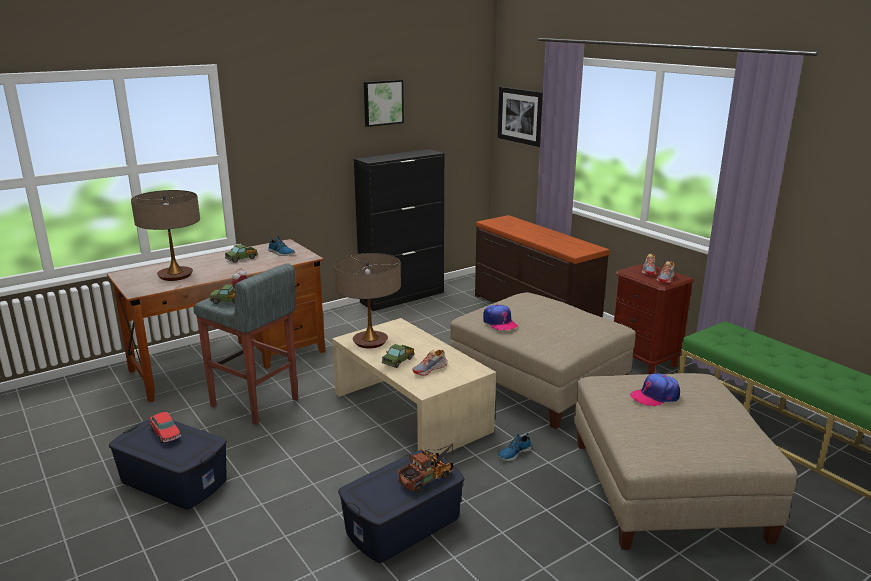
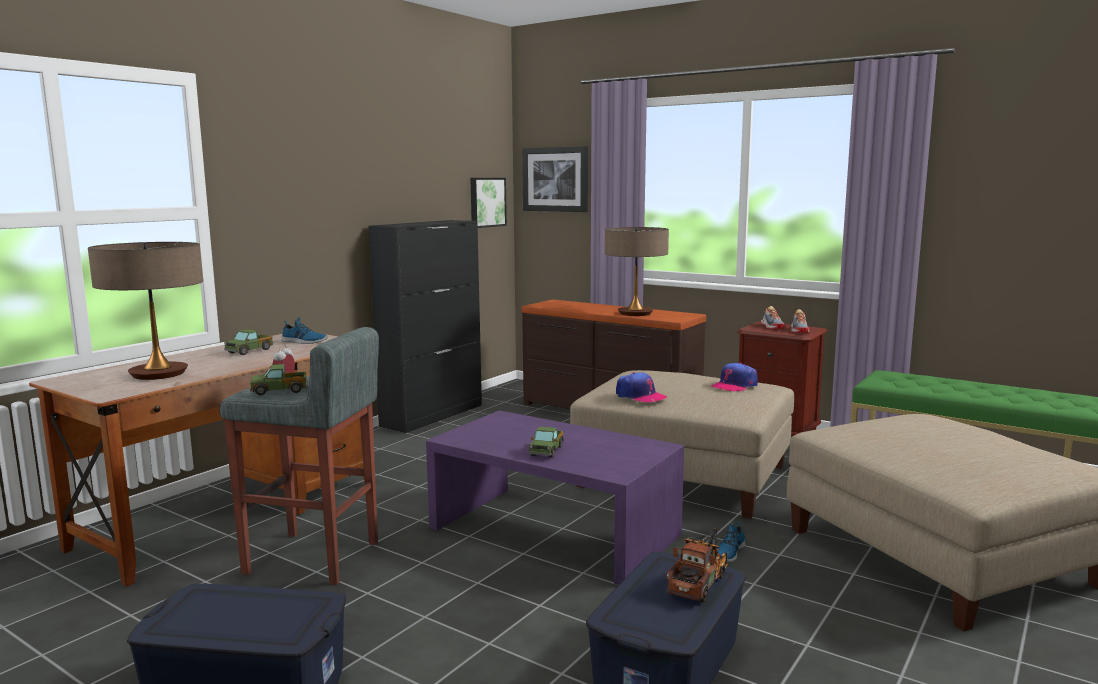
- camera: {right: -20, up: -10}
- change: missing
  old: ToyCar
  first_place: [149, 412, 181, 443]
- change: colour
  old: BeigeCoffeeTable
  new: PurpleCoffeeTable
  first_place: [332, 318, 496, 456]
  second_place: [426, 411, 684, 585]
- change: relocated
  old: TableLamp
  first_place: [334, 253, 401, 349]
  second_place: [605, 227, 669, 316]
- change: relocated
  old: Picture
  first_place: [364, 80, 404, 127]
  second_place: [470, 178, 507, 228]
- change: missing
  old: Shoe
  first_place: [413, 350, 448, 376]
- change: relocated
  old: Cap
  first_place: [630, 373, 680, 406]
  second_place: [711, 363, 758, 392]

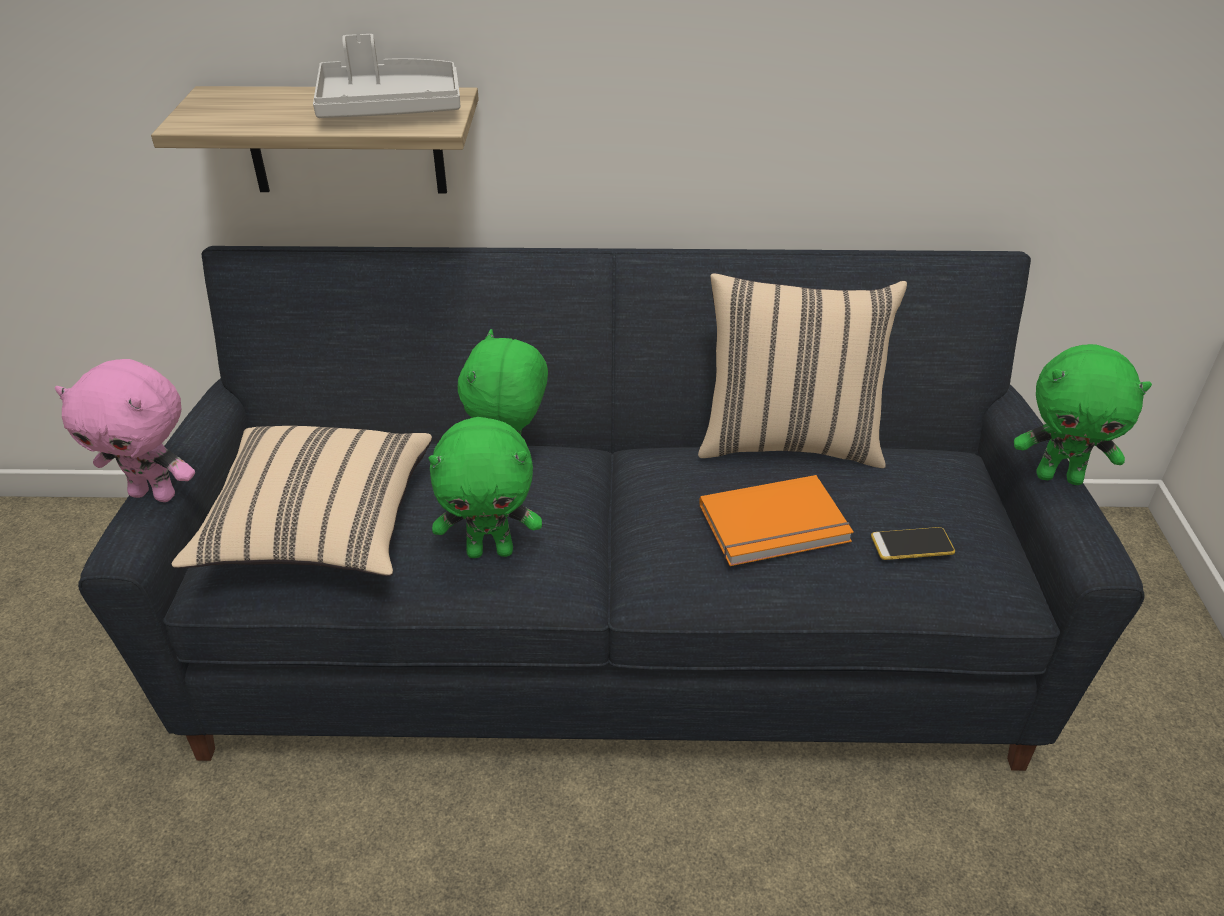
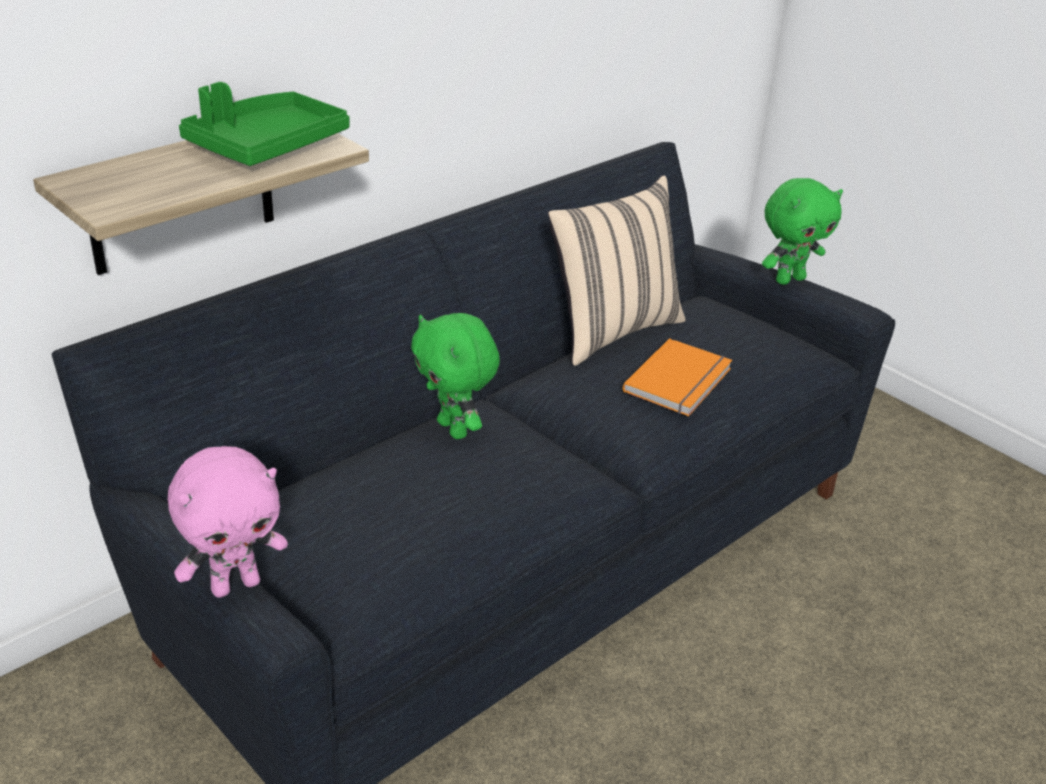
- camera: {right: -45, up: -5}
- change: missing
  old: BeigePillow
  first_place: [171, 426, 432, 576]
- change: colour
  old: GreyTray
  new: GreenTray
  first_place: [313, 34, 460, 118]
  second_place: [179, 82, 349, 166]
- change: missing
  old: GreenPlushToy
  first_place: [429, 417, 542, 558]
- change: missing
  old: Phone
  first_place: [871, 527, 955, 560]

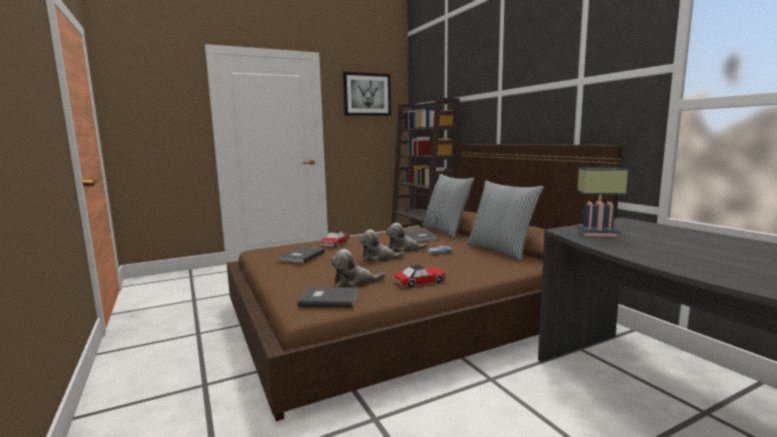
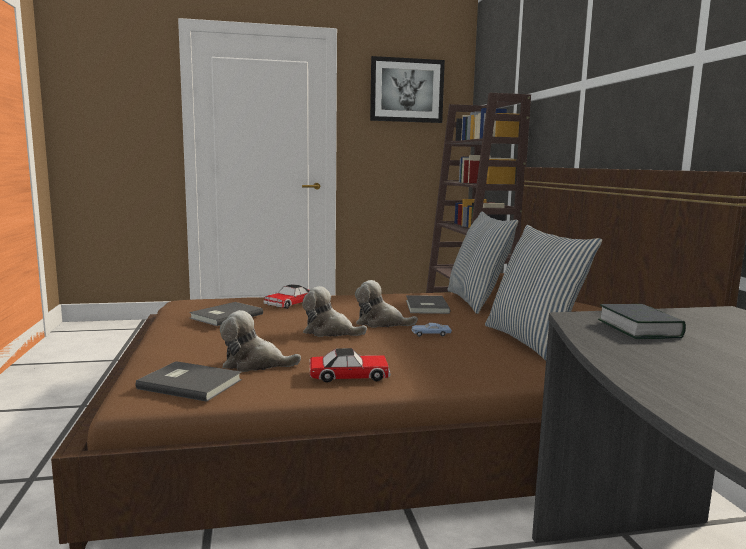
- camera: {right: 15, up: 0}
- change: exchanged
  old: TableLamp
  new: Book
  first_place: [576, 167, 628, 237]
  second_place: [598, 304, 686, 339]

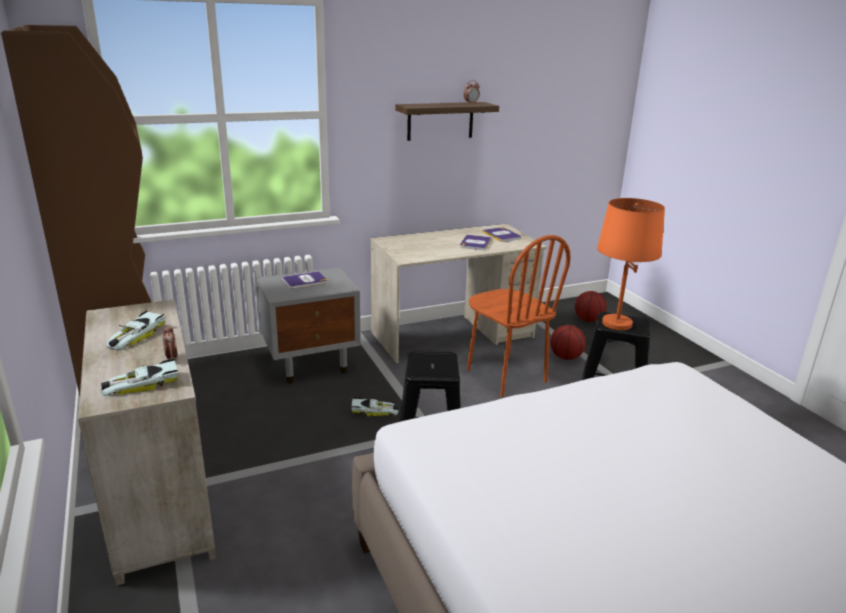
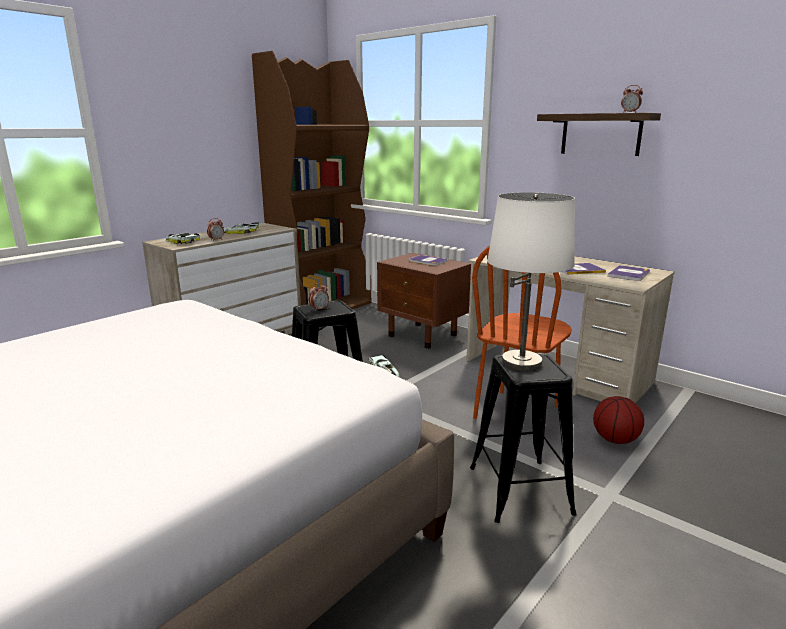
- camera: {right: 65, up: -5}
- change: colour
  old: GreyNightstand
  new: BrownNightstand
  first_place: [256, 268, 361, 383]
  second_place: [377, 253, 471, 349]
- change: missing
  old: Basketball
  first_place: [575, 291, 607, 322]
- change: colour
  old: OrangeTableLamp
  new: WhiteTableLamp
  first_place: [597, 198, 665, 330]
  second_place: [487, 192, 575, 371]
- change: appeared
  new: AlarmClock
  second_place: [309, 283, 329, 311]

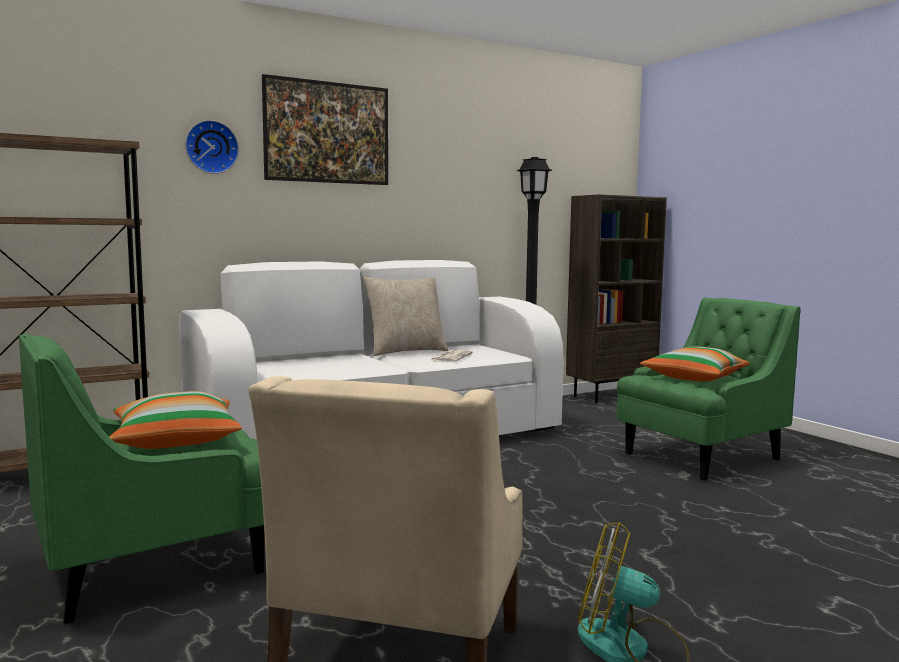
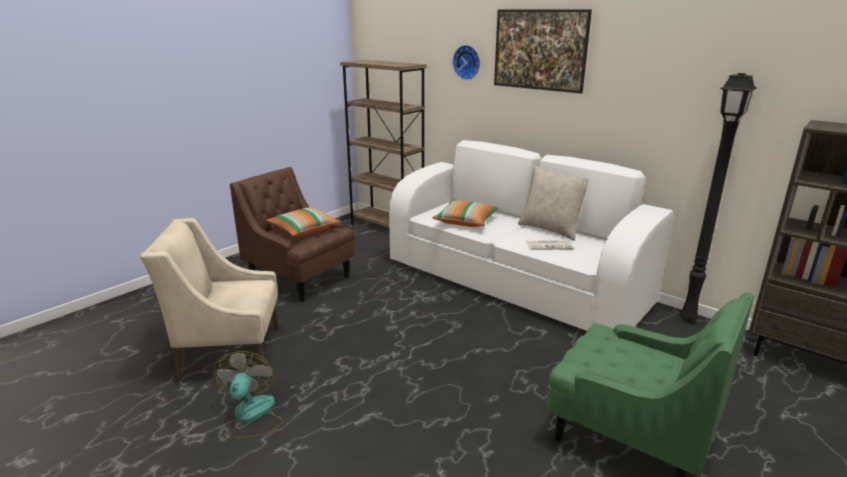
- camera: {right: 70, up: 15}
- change: colour
  old: GreenArmchair
  new: BrownArmchair
  first_place: [19, 334, 264, 624]
  second_place: [230, 167, 355, 302]
- change: relocated
  old: Pillow
  first_place: [640, 347, 750, 382]
  second_place: [432, 201, 499, 227]

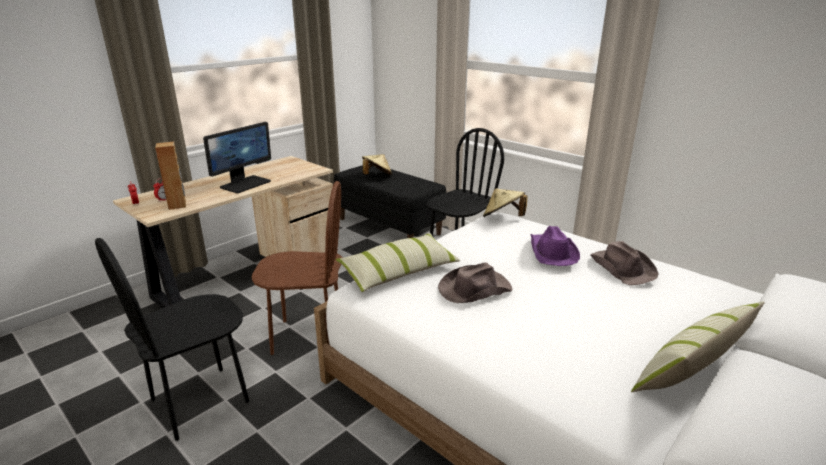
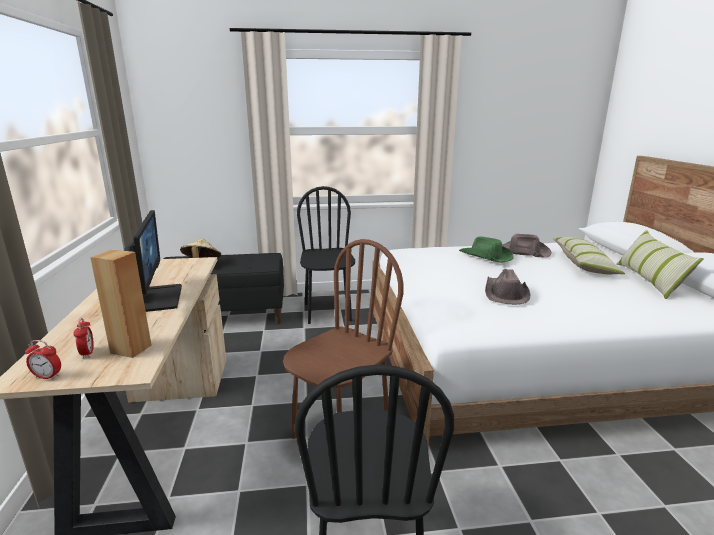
- camera: {right: -50, up: -5}
- change: relocated
  old: Pillow
  first_place: [336, 233, 460, 292]
  second_place: [552, 237, 625, 274]
- change: missing
  old: BeigeHat
  first_place: [483, 188, 528, 217]
- change: colour
  old: PurpleHat
  new: GreenHat
  first_place: [531, 226, 580, 266]
  second_place: [459, 236, 514, 263]

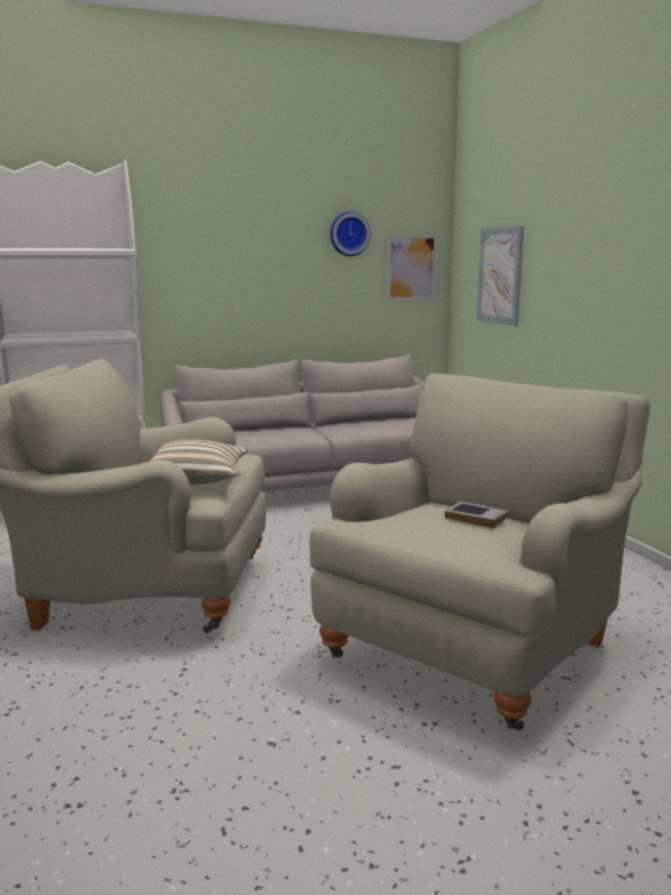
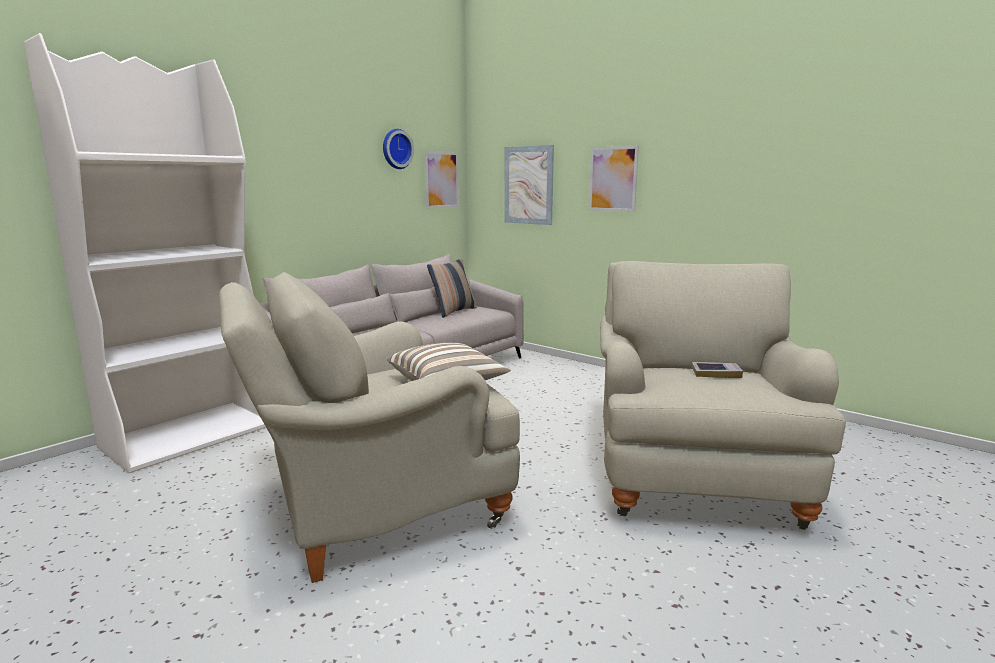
- camera: {right: -30, up: 0}
- change: appeared
  new: Pillow
  second_place: [427, 259, 476, 318]
- change: appeared
  new: Picture
  second_place: [589, 146, 639, 212]

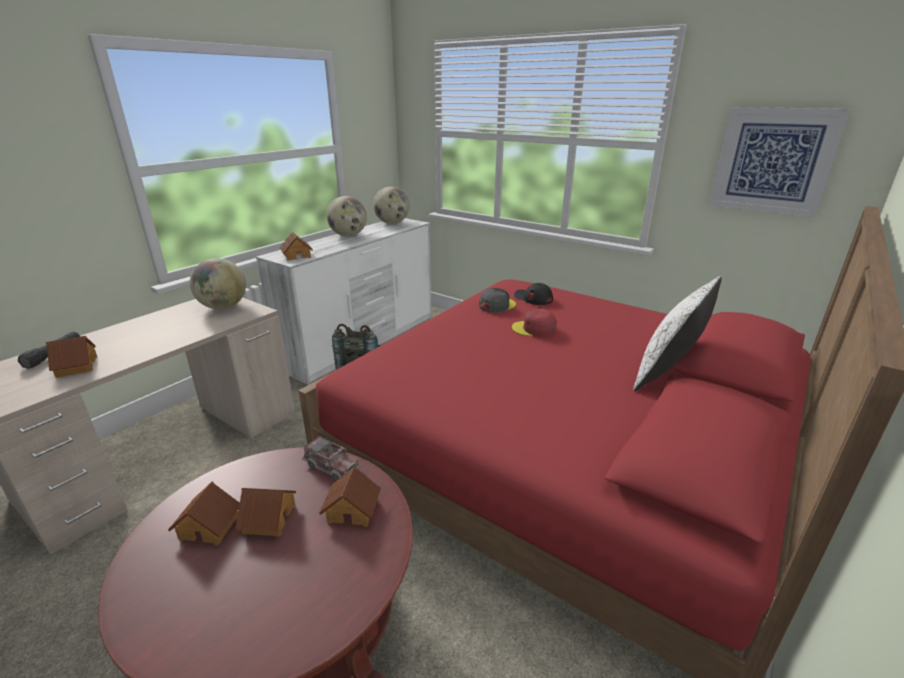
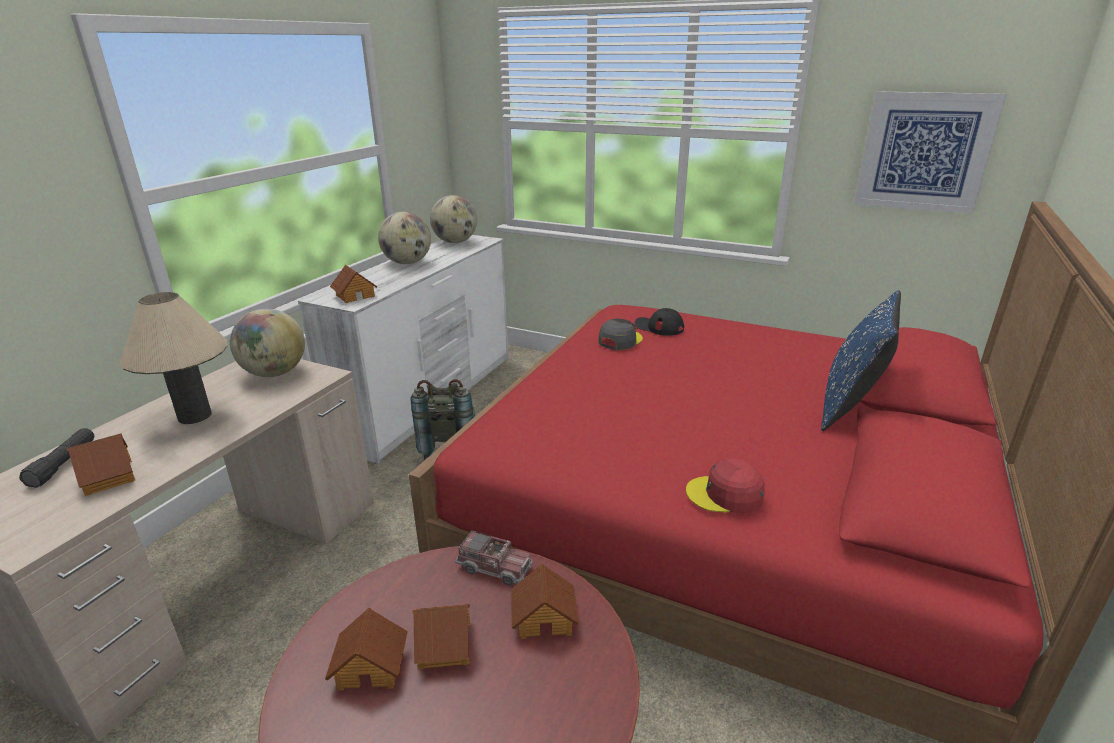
- camera: {right: -10, up: 0}
- change: relocated
  old: RedCap
  first_place: [512, 309, 557, 337]
  second_place: [686, 459, 765, 513]
- change: colour
  old: WhitePillow
  new: BluePillow
  first_place: [633, 276, 722, 391]
  second_place: [821, 290, 901, 431]
- change: appeared
  new: BeigeTableLamp
  second_place: [119, 292, 227, 424]

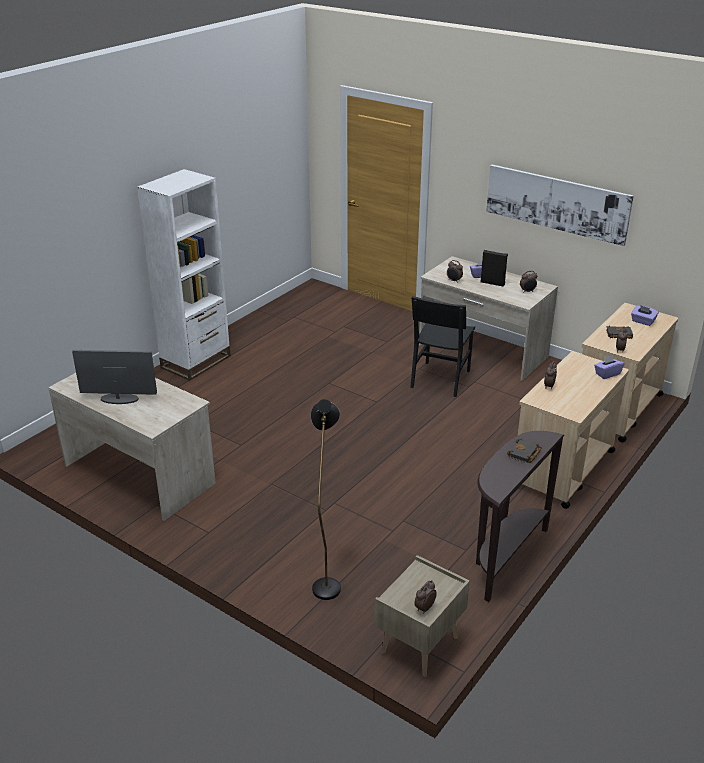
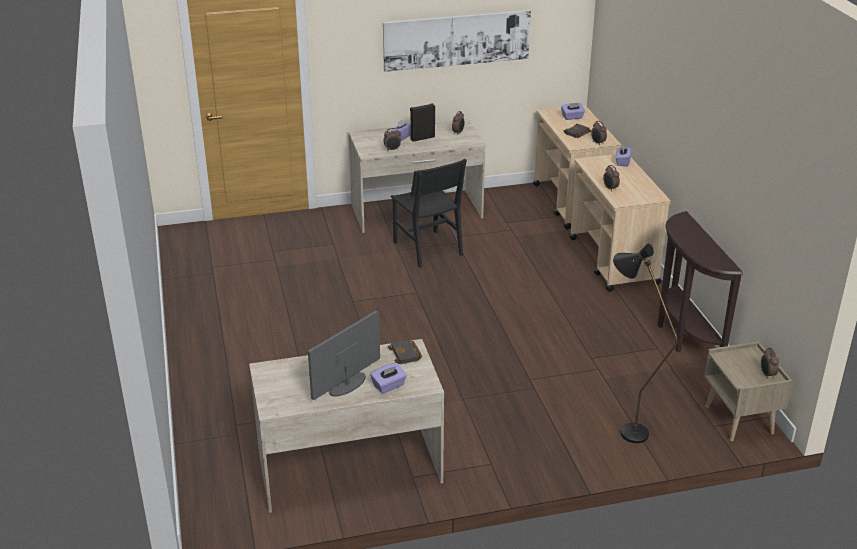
- camera: {right: -50, up: 0}
- change: missing
  old: WhiteBookcase
  first_place: [137, 169, 231, 381]
- change: relocated
  old: BlackBook
  first_place: [507, 438, 542, 463]
  second_place: [388, 340, 422, 364]
- change: appeared
  new: PurpleTissueBox
  second_place: [370, 363, 407, 393]

